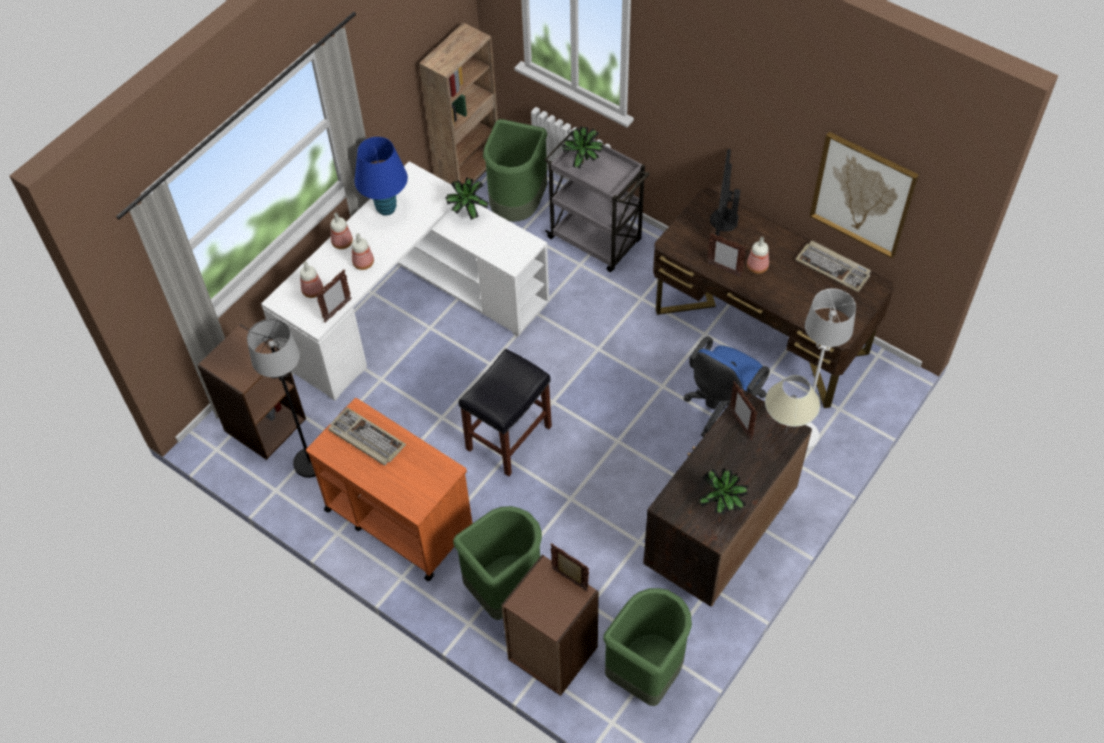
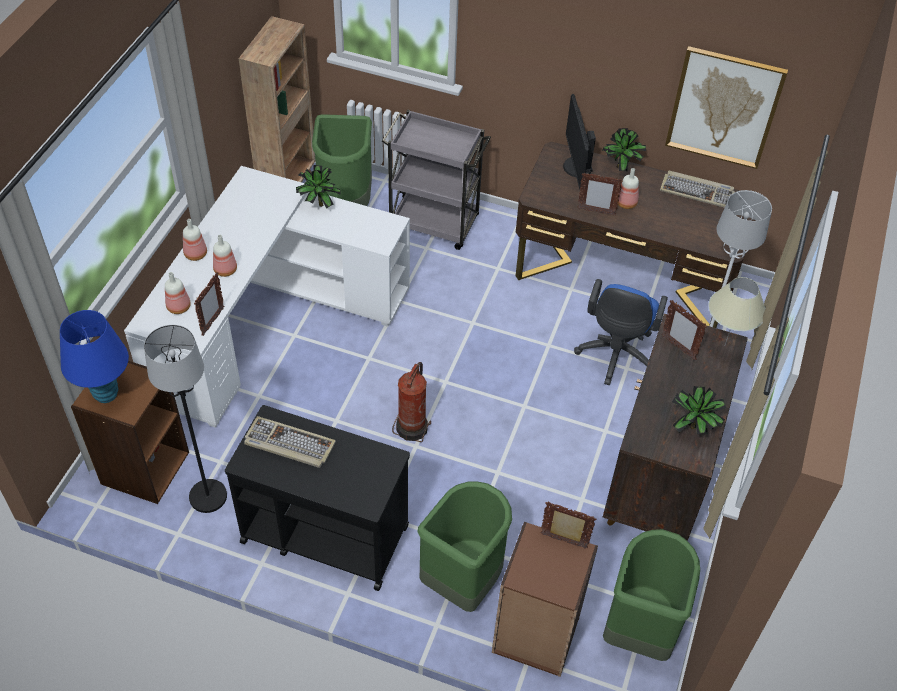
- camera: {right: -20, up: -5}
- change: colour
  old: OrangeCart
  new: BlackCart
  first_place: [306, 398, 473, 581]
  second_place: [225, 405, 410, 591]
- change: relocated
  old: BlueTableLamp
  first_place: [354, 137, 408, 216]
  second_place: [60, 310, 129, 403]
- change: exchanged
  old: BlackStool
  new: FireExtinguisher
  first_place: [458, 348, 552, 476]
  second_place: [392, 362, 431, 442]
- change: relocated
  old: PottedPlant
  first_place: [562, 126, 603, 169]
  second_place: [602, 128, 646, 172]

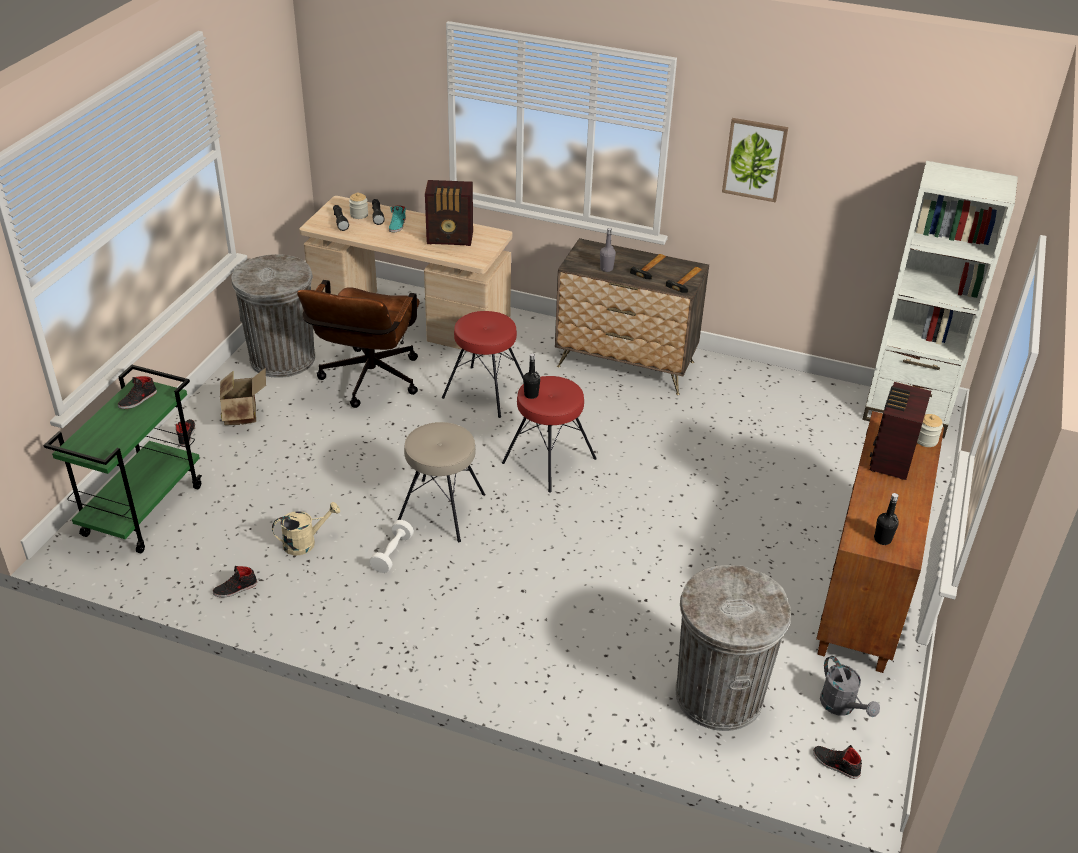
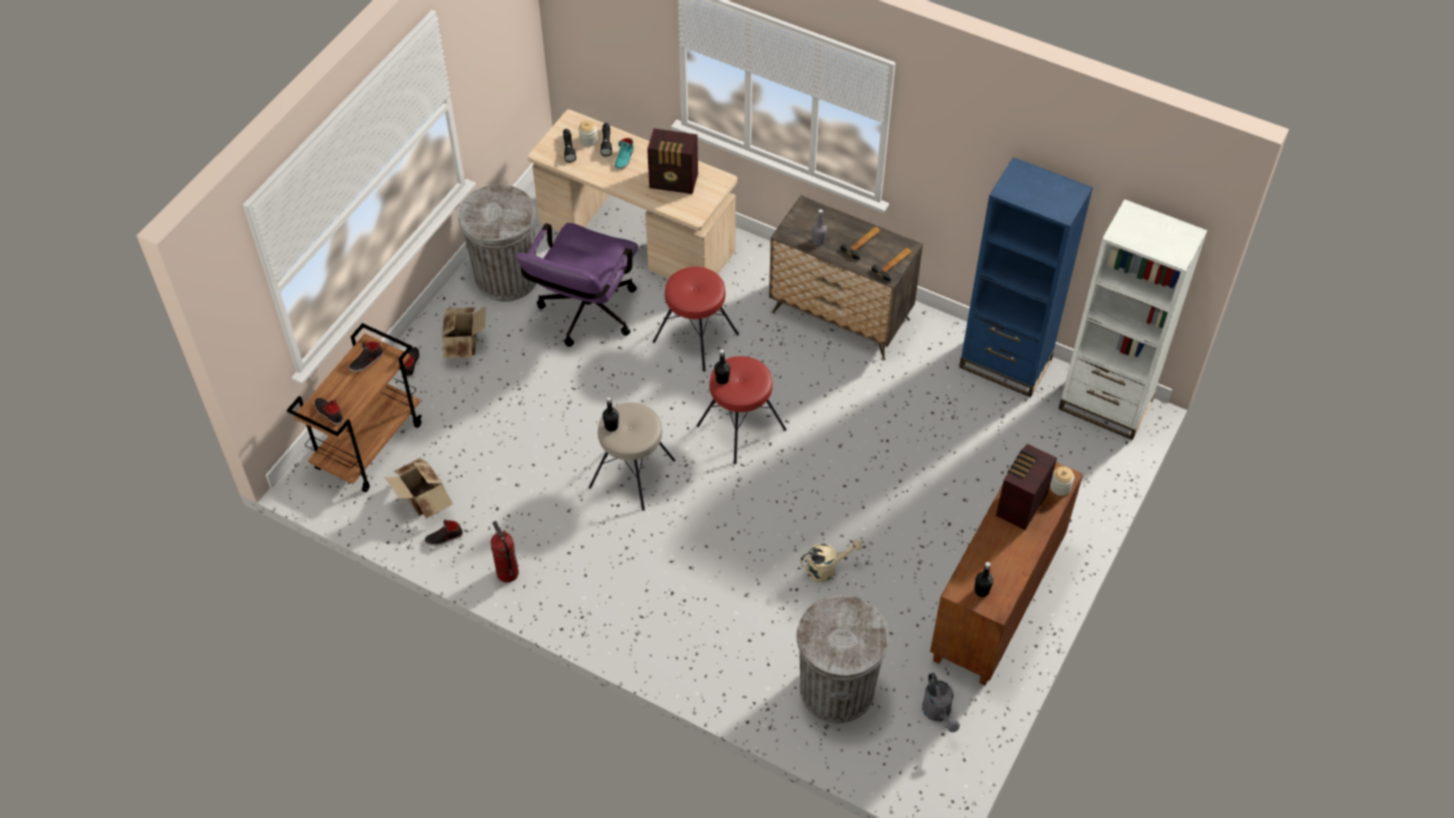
- camera: {right: 10, up: 15}
- change: colour
  old: GreenCart
  new: BrownCart
  first_place: [43, 365, 202, 553]
  second_place: [287, 323, 422, 492]
- change: relocated
  old: BeigeWateringCan
  first_place: [272, 502, 340, 555]
  second_place: [800, 539, 862, 582]
- change: colour
  old: BrownOfficeChair
  new: PurpleOfficeChair
  first_place: [297, 280, 420, 408]
  second_place: [515, 223, 638, 347]
- change: missing
  old: WhiteDumbbell
  first_place: [369, 520, 414, 573]
- change: missing
  old: Picture
  first_place: [722, 118, 788, 202]
- change: relocated
  old: BlackShoe
  first_place: [813, 745, 862, 779]
  second_place: [314, 398, 343, 425]
- change: appeared
  new: CardboardBox
  second_place: [385, 458, 453, 518]
- change: appeared
  new: FireExtinguisher
  second_place: [491, 521, 519, 583]
- change: appeared
  new: BlackBottle
  second_place: [602, 397, 619, 432]
- change: appeared
  new: BlueBookcase
  second_place: [959, 157, 1093, 397]

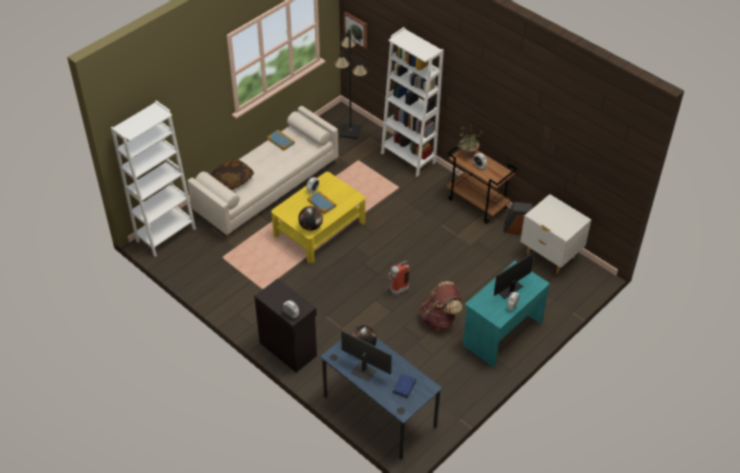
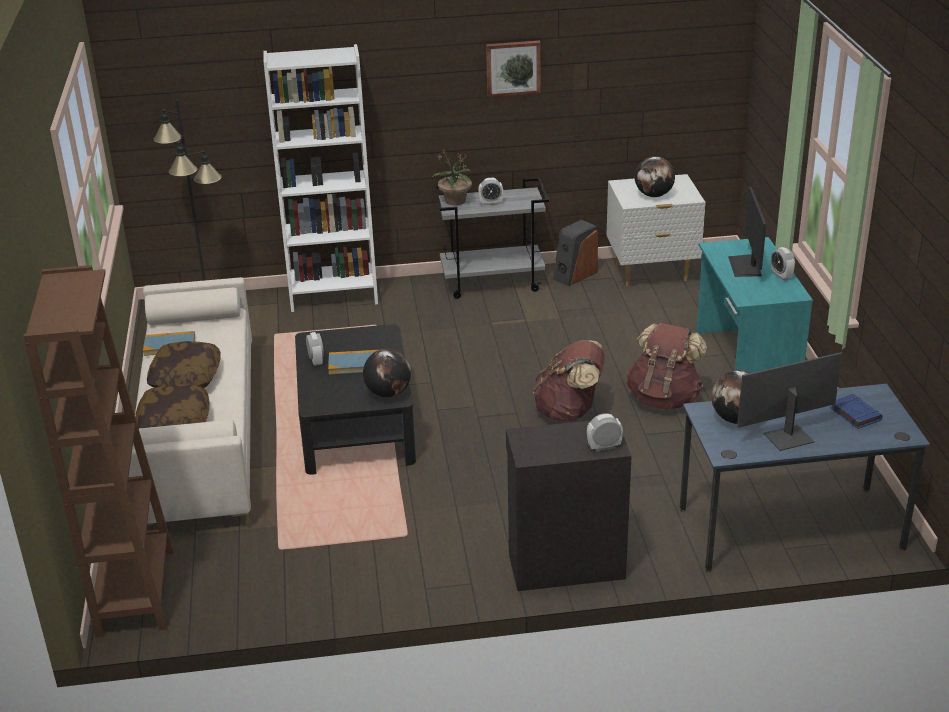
- camera: {right: -50, up: -15}
- change: colour
  old: WhiteBookcase
  new: BrownBookcase
  first_place: [111, 100, 196, 257]
  second_place: [23, 265, 174, 638]
- change: colour
  old: YellowCoffeeTable
  new: BlackCoffeeTable
  first_place: [271, 172, 365, 263]
  second_place: [295, 324, 416, 475]
- change: relocated
  old: Picture
  first_place: [344, 12, 367, 49]
  second_place: [486, 41, 541, 97]
- change: exchanged
  old: FireExtinguisher
  new: BrownBackpack
  first_place: [386, 261, 409, 295]
  second_place: [533, 340, 605, 421]
- change: colour
  old: BrownCart
  new: GreyCart
  first_place: [447, 146, 517, 224]
  second_place: [434, 177, 549, 299]
- change: appeared
  new: Pillow
  second_place: [147, 341, 221, 388]
- change: appeared
  new: Globe
  second_place: [635, 156, 675, 197]

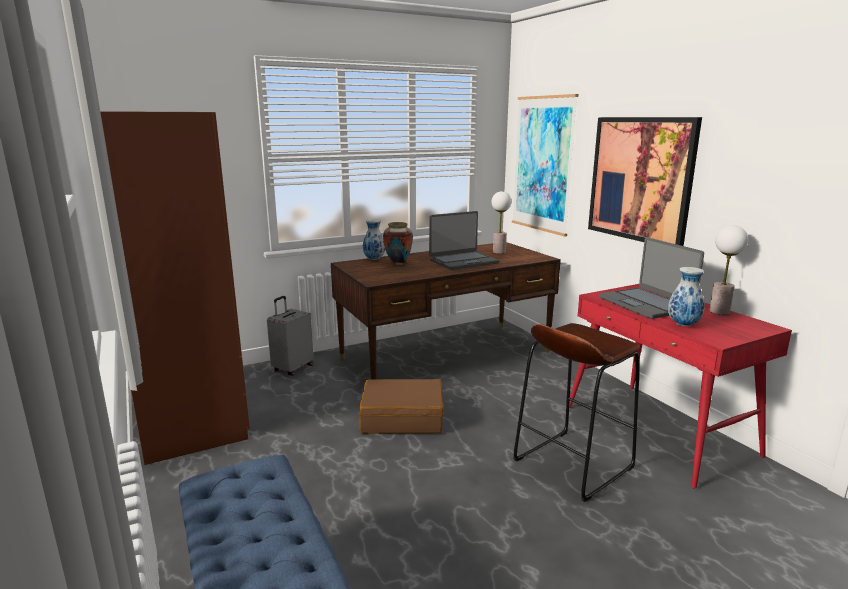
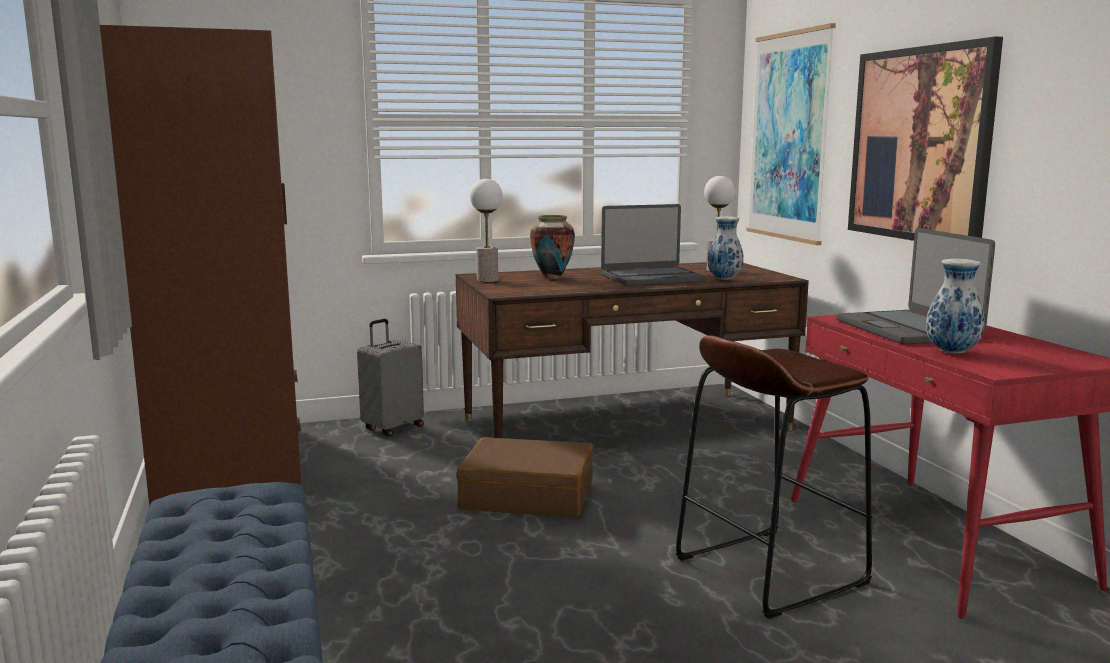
- camera: {right: 10, up: -5}
- change: relocated
  old: Vase
  first_place: [363, 219, 385, 260]
  second_place: [708, 216, 744, 280]
- change: relocated
  old: TableLamp
  first_place: [709, 225, 748, 315]
  second_place: [470, 179, 503, 282]

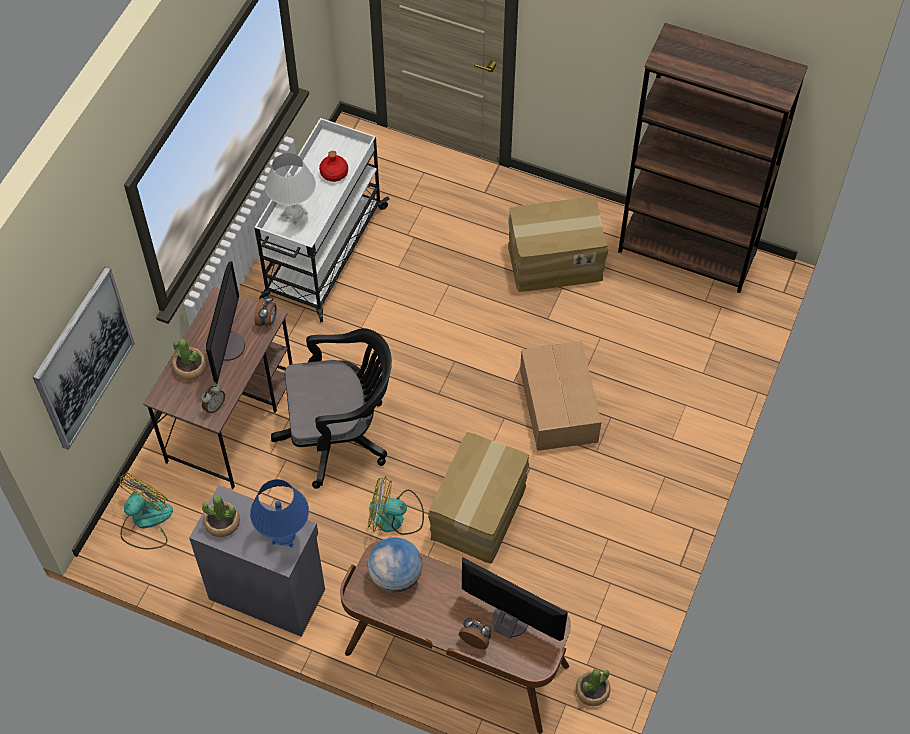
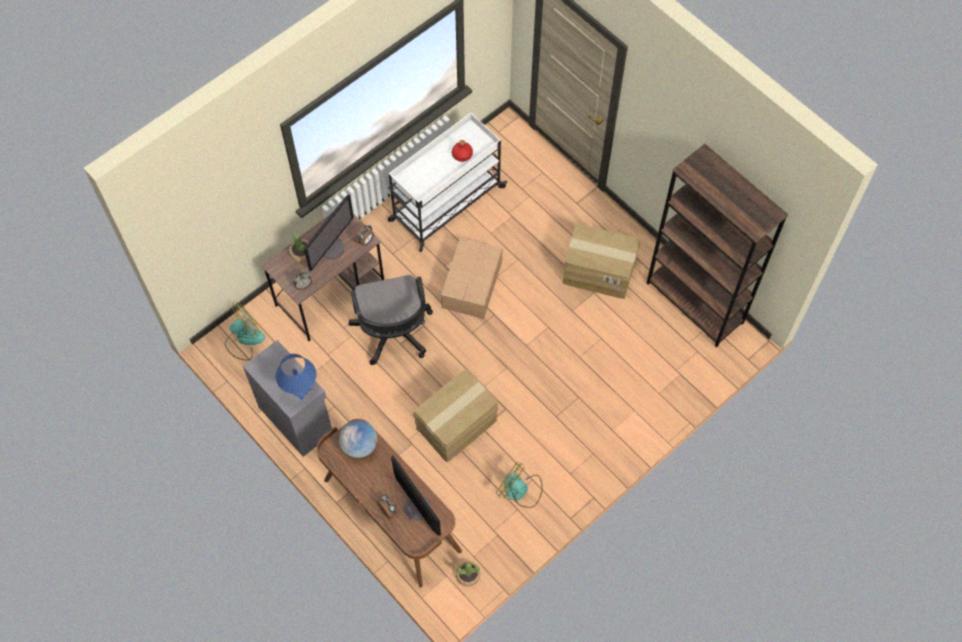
- camera: {right: 25, up: 5}
- change: missing
  old: Picture
  first_place: [33, 267, 135, 450]
- change: missing
  old: PottedPlant
  first_place: [202, 495, 240, 537]
- change: missing
  old: WhiteTableLamp
  first_place: [265, 153, 316, 225]
- change: spun
  old: BlackOfficeChair
  first_place: [271, 328, 392, 489]
  second_place: [349, 275, 433, 365]
  degrees: 60
- change: relocated
  old: Fan
  first_place: [368, 476, 424, 535]
  second_place: [496, 462, 543, 508]
- change: relocated
  old: CardboardBox
  first_place: [520, 341, 601, 451]
  second_place: [441, 238, 502, 319]

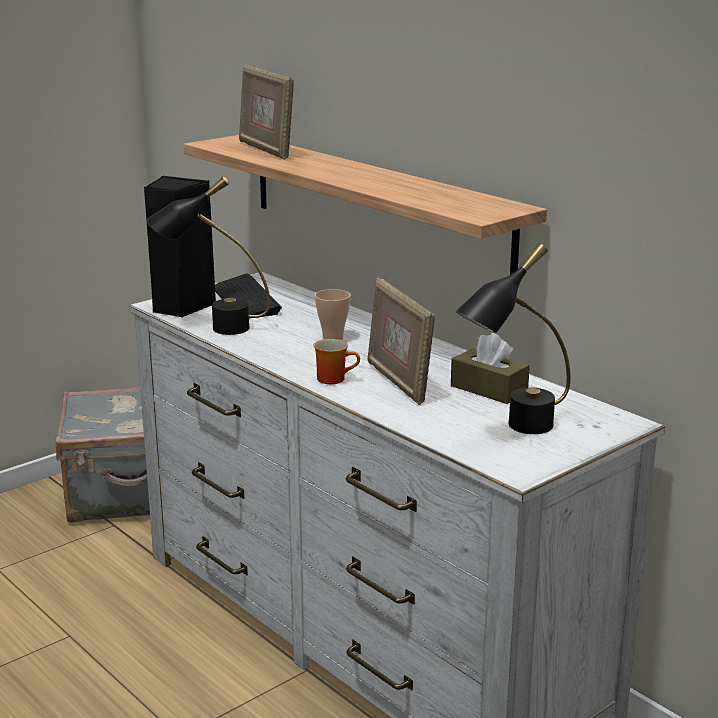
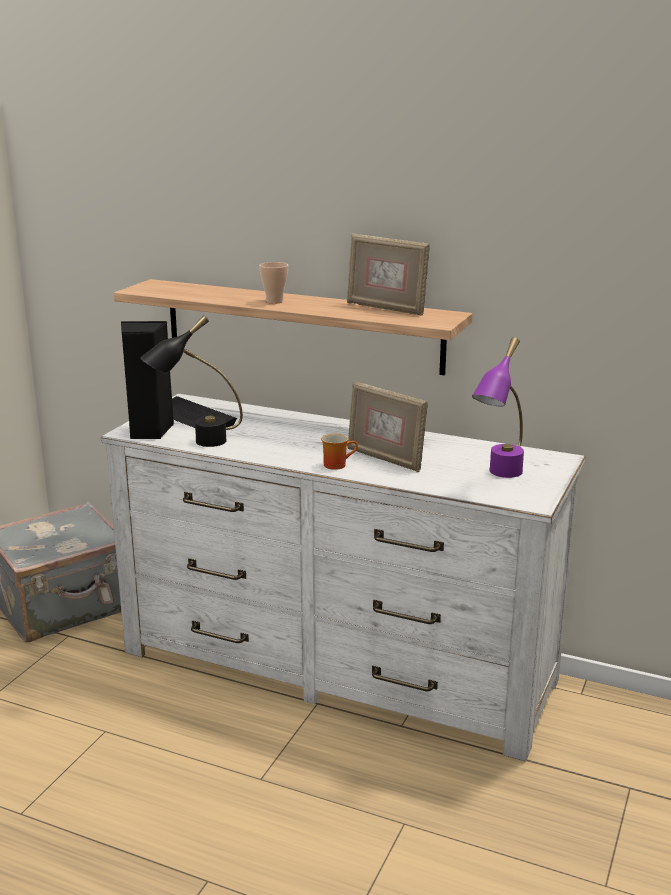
- camera: {right: -25, up: 0}
- change: relocated
  old: PictureFrame
  first_place: [239, 64, 294, 160]
  second_place: [347, 233, 430, 316]
- change: relocated
  old: Cup
  first_place: [315, 289, 351, 340]
  second_place: [259, 262, 288, 304]
- change: missing
  old: BrownTissueBox
  first_place: [451, 333, 530, 404]
- change: colour
  old: BlackTableLamp
  new: PurpleTableLamp
  first_place: [455, 243, 570, 434]
  second_place: [472, 337, 524, 478]

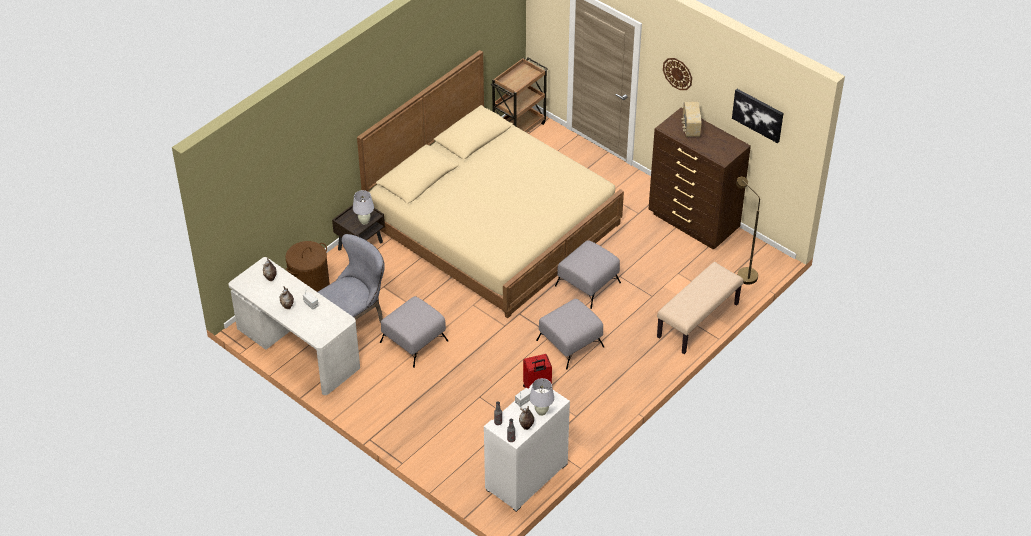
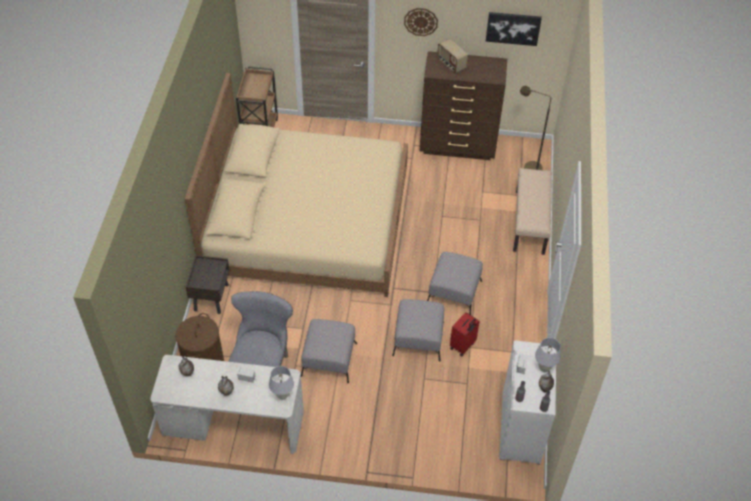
- camera: {right: -35, up: 5}
- change: relocated
  old: WhiteTableLamp
  first_place: [353, 190, 374, 225]
  second_place: [269, 366, 294, 400]
- change: relocated
  old: GreyOttoman
  first_place: [555, 240, 621, 309]
  second_place: [392, 299, 444, 362]

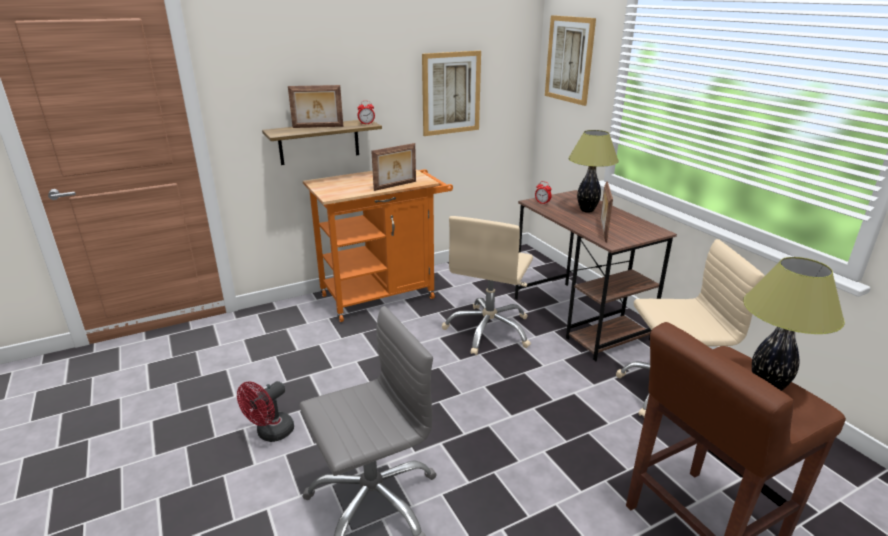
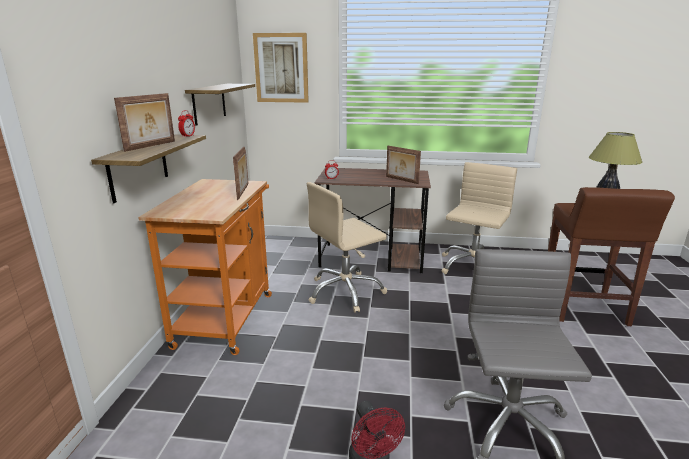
- camera: {right: -55, up: -5}
- change: exchanged
  old: Picture
  new: Shelf
  first_place: [422, 51, 481, 136]
  second_place: [185, 84, 255, 126]
- change: spun
  old: BeigeOfficeChair
  first_place: [442, 216, 533, 355]
  second_place: [307, 182, 387, 313]
  degrees: 90
- change: missing
  old: TableLamp
  first_place: [568, 130, 619, 213]

